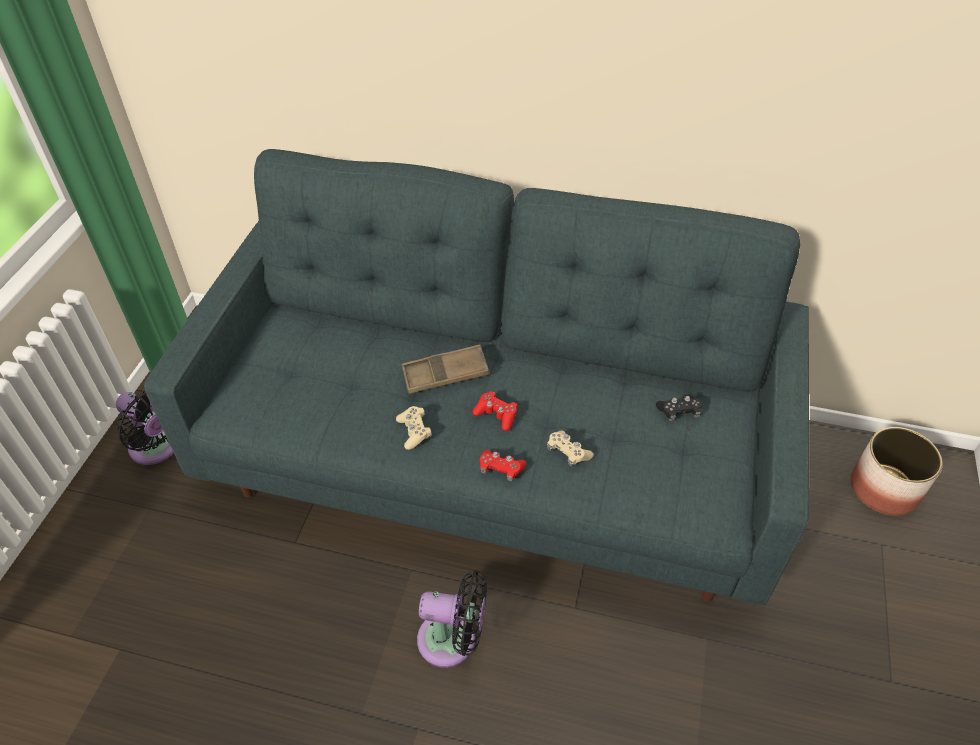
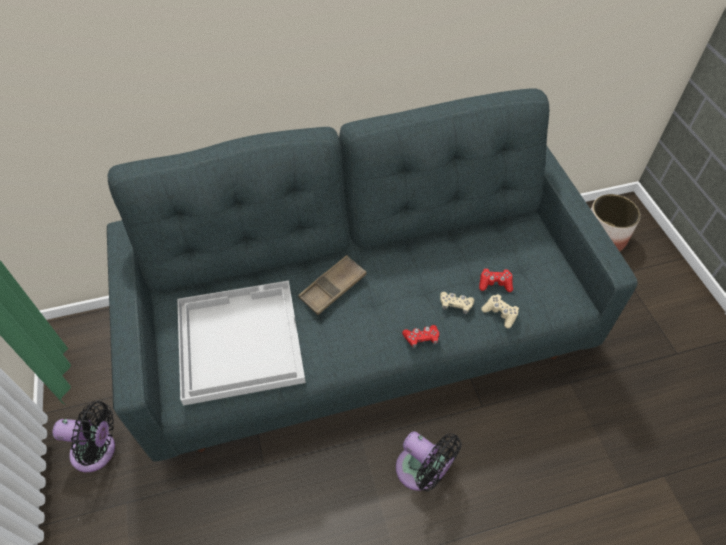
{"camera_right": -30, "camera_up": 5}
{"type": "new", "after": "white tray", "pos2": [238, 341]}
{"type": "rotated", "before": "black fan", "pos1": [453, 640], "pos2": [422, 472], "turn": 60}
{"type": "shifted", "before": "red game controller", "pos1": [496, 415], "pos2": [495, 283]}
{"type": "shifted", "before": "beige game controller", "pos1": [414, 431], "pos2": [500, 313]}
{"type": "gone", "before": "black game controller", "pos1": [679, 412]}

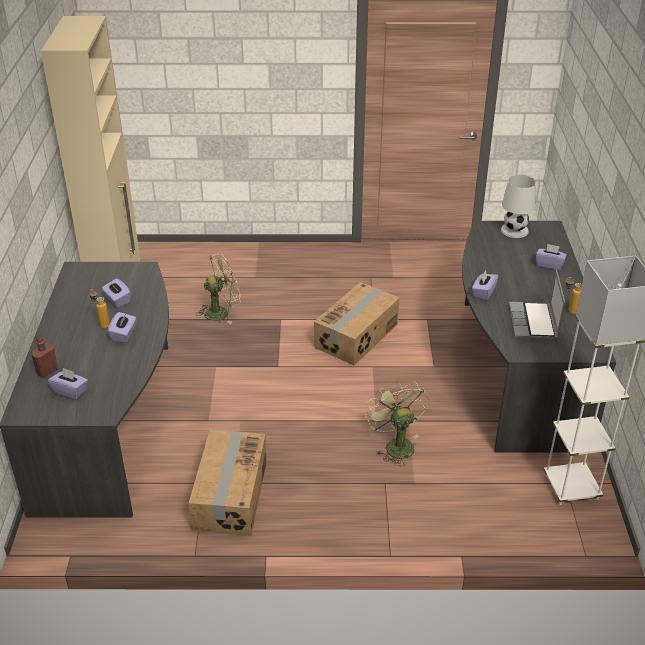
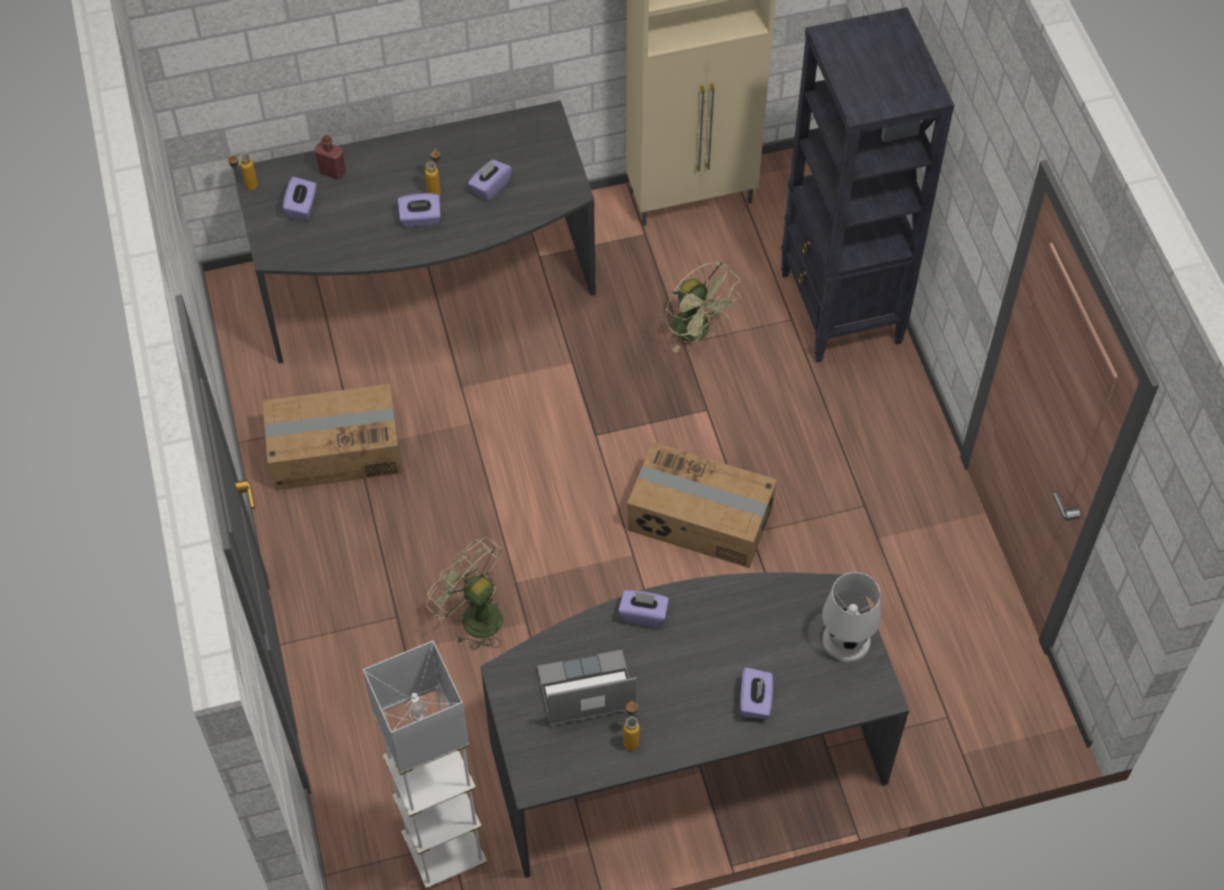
{"camera_right": 75, "camera_up": 20}
{"type": "new", "after": "bottle", "pos2": [246, 188]}
{"type": "rotated", "before": "green fan", "pos1": [395, 444], "pos2": [473, 615], "turn": -105}
{"type": "new", "after": "black bookcase", "pos2": [840, 309]}

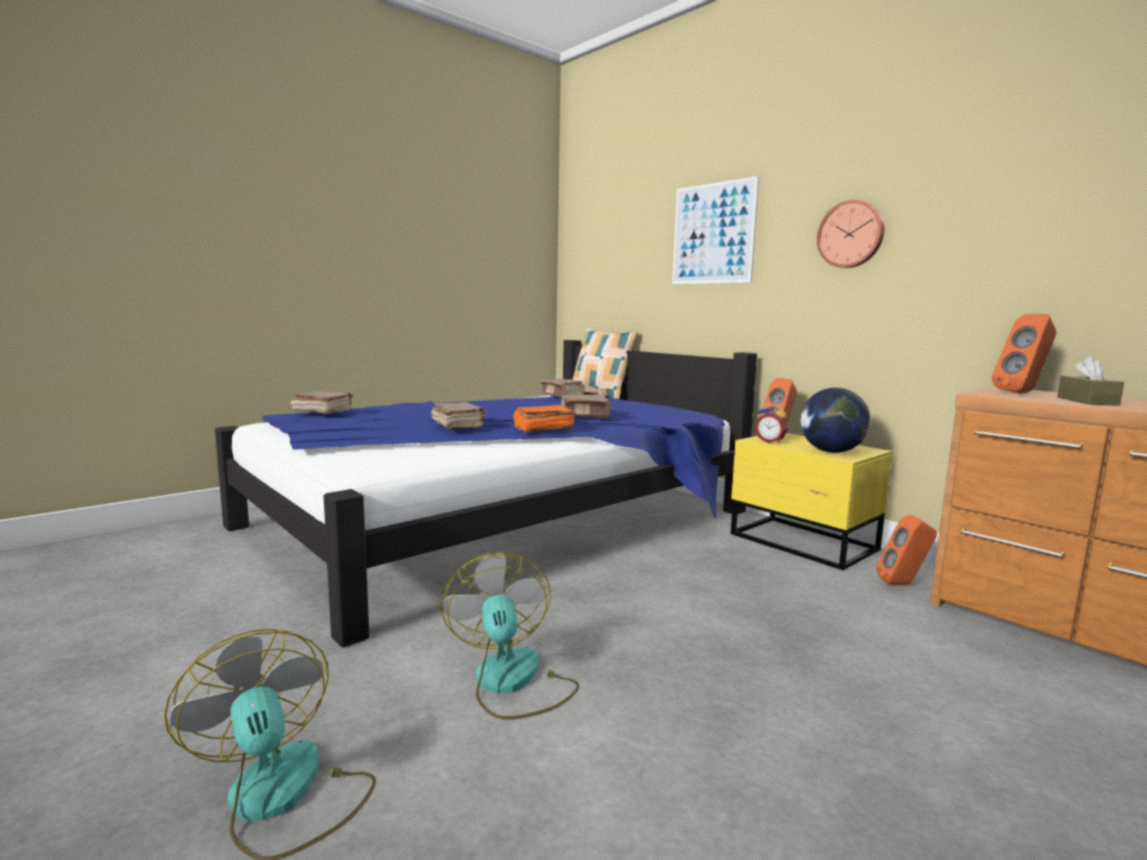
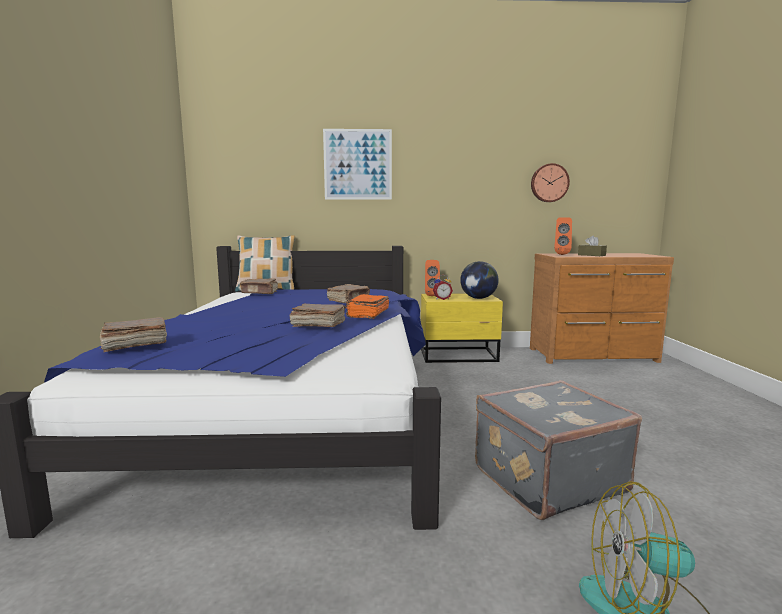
{"camera_right": -50, "camera_up": 0}
{"type": "swapped", "before": "fan", "after": "grey suitcase", "pos1": [512, 683], "pos2": [546, 478]}
{"type": "shifted", "before": "wall clock", "pos1": [851, 234], "pos2": [549, 183]}
{"type": "gone", "before": "orange speaker", "pos1": [903, 584]}

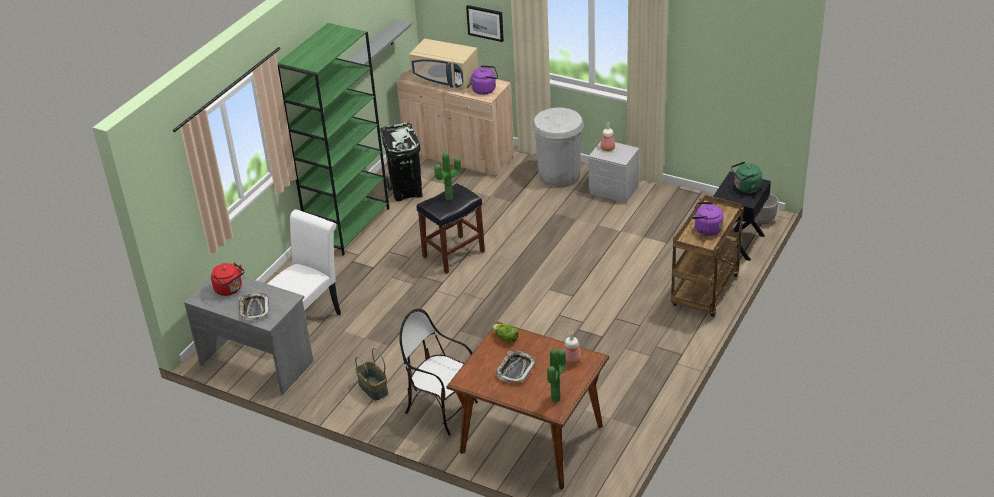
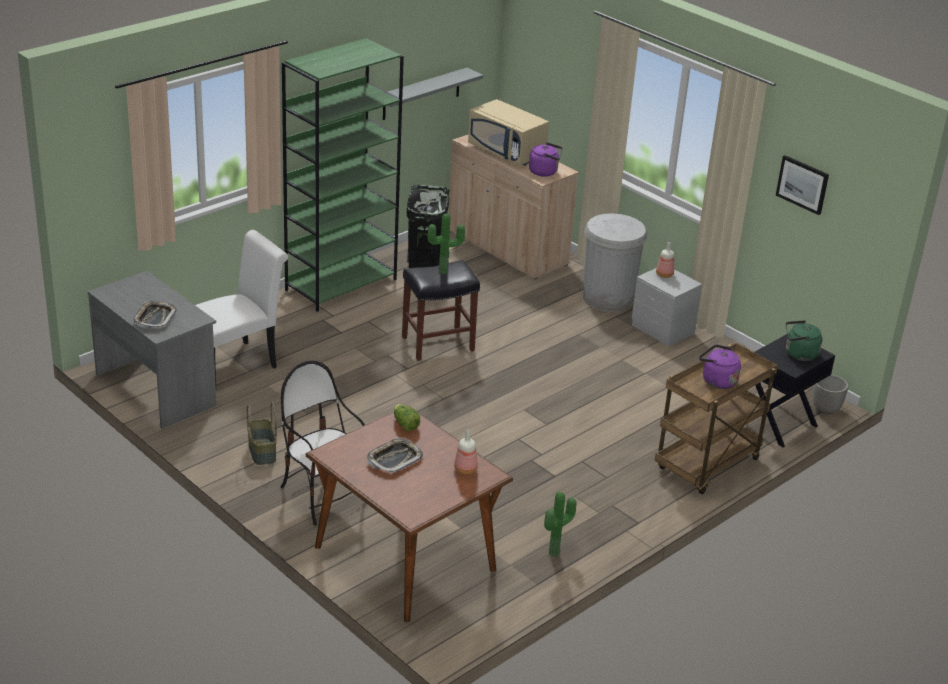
{"camera_right": 15, "camera_up": -5}
{"type": "shifted", "before": "potted plant", "pos1": [557, 399], "pos2": [555, 554]}
{"type": "shifted", "before": "picture", "pos1": [485, 22], "pos2": [802, 184]}
{"type": "gone", "before": "red kettle", "pos1": [230, 289]}

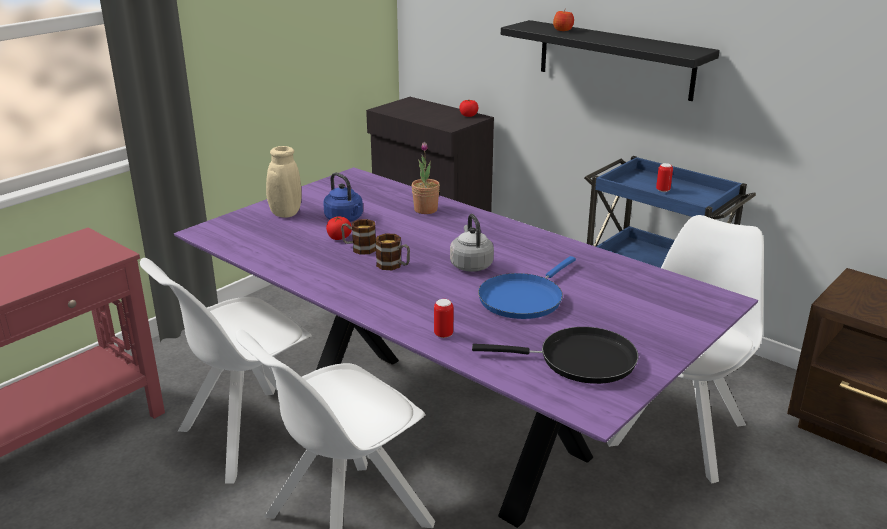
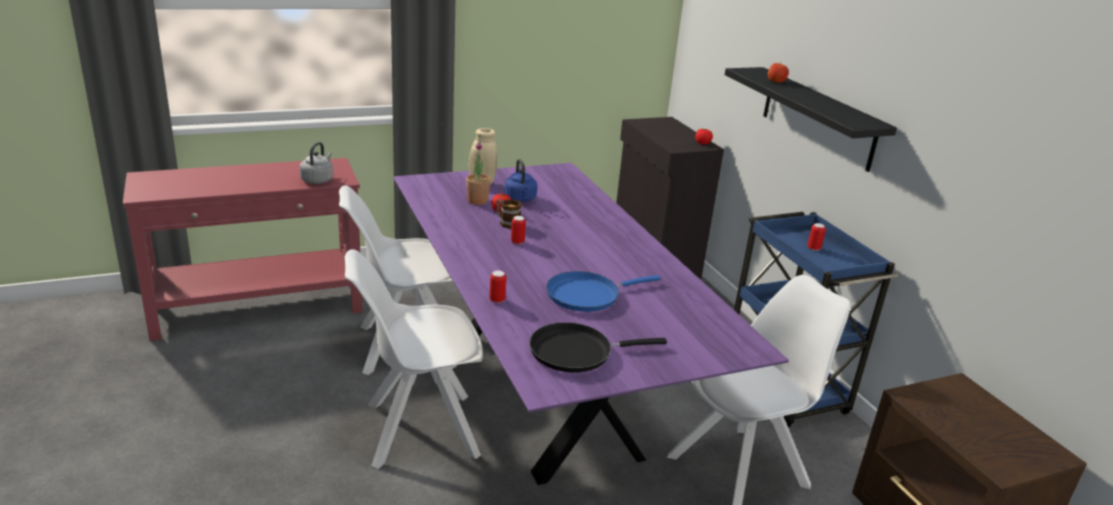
{"camera_right": 25, "camera_up": 0}
{"type": "shifted", "before": "grey kettle", "pos1": [470, 264], "pos2": [318, 180]}
{"type": "shifted", "before": "potted plant", "pos1": [425, 210], "pos2": [477, 201]}
{"type": "swapped", "before": "mug", "after": "can", "pos1": [393, 266], "pos2": [517, 242]}
{"type": "rotated", "before": "black frying pan", "pos1": [580, 360], "pos2": [576, 352], "turn": 135}

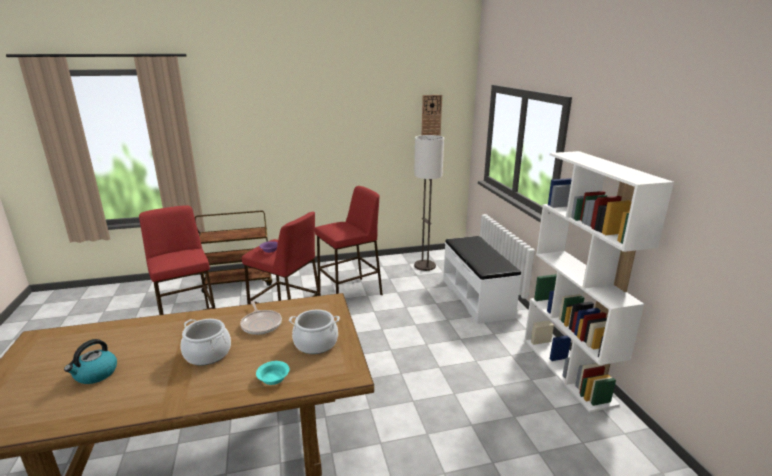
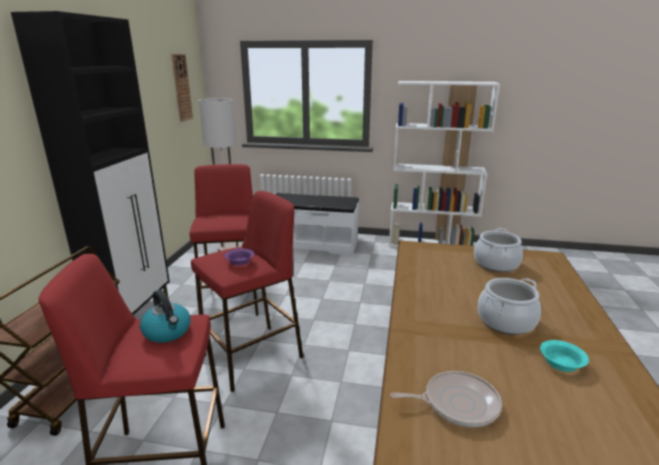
{"camera_right": -65, "camera_up": 0}
{"type": "new", "after": "black cabinet", "pos2": [135, 314]}
{"type": "shifted", "before": "kettle", "pos1": [95, 374], "pos2": [168, 332]}
{"type": "shifted", "before": "frying pan", "pos1": [261, 324], "pos2": [457, 403]}
{"type": "shifted", "before": "turquoise bowl", "pos1": [272, 379], "pos2": [562, 364]}

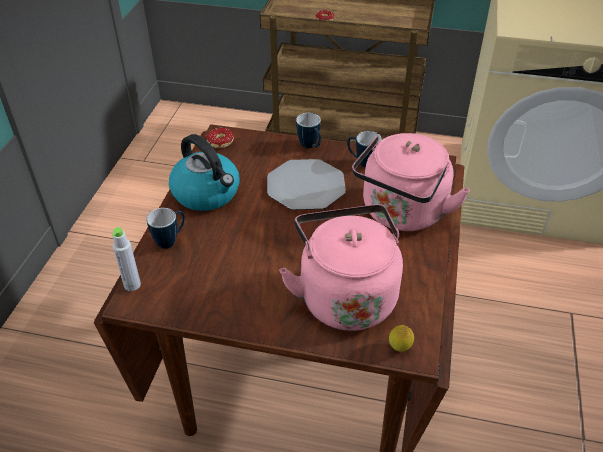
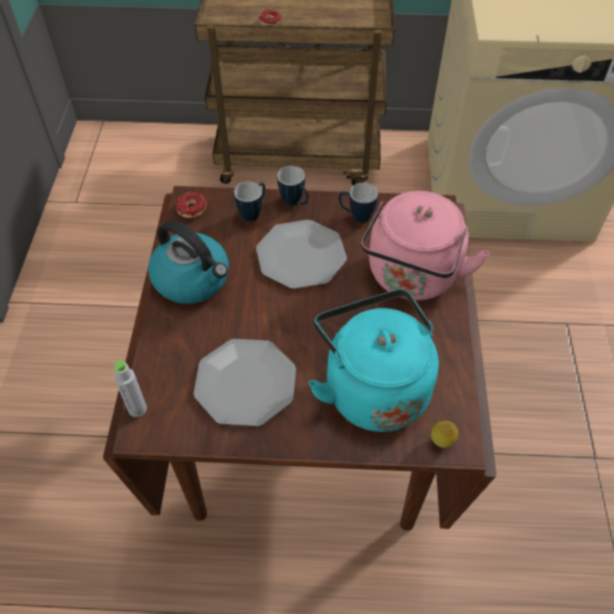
{"camera_right": -10, "camera_up": 10}
{"type": "new", "after": "plate", "pos2": [246, 383]}
{"type": "shifted", "before": "mug", "pos1": [171, 240], "pos2": [253, 213]}
{"type": "repainted", "before": "pink kettle", "after": "turquoise kettle", "pos1": [345, 295], "pos2": [372, 387]}

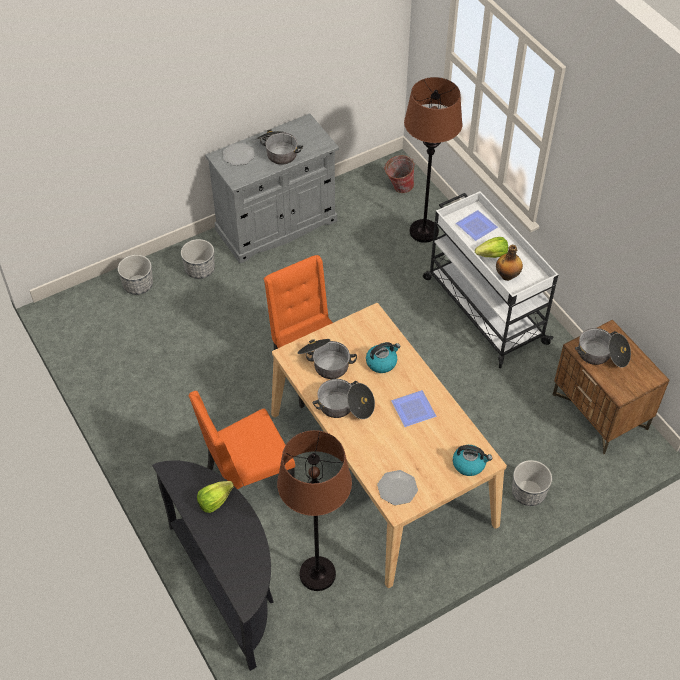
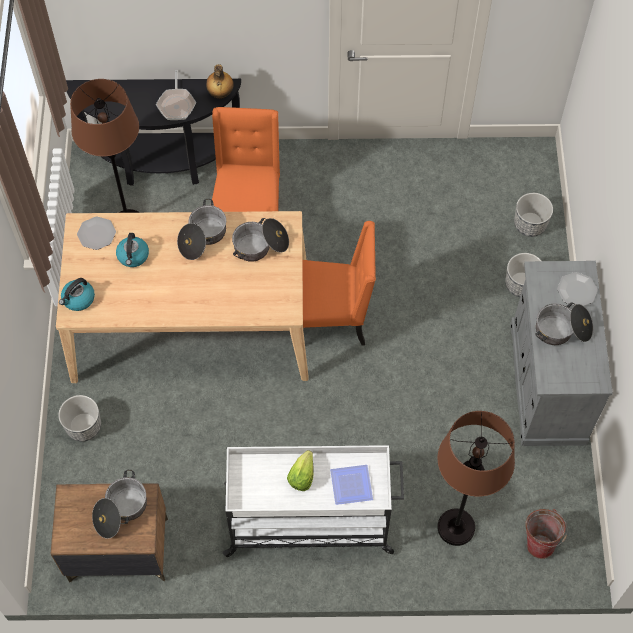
{"camera_right": 120, "camera_up": 10}
{"type": "shifted", "before": "kettle", "pos1": [381, 362], "pos2": [133, 256]}
{"type": "swapped", "before": "lettuce", "after": "frying pan", "pos1": [214, 501], "pos2": [176, 104]}
{"type": "shifted", "before": "bottle", "pos1": [507, 276], "pos2": [220, 94]}
{"type": "gone", "before": "plate", "pos1": [415, 410]}

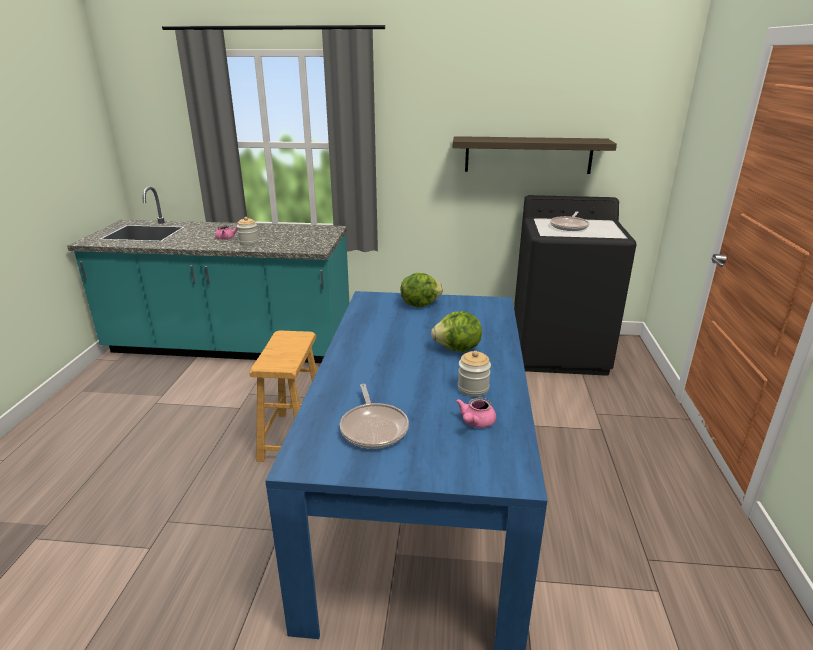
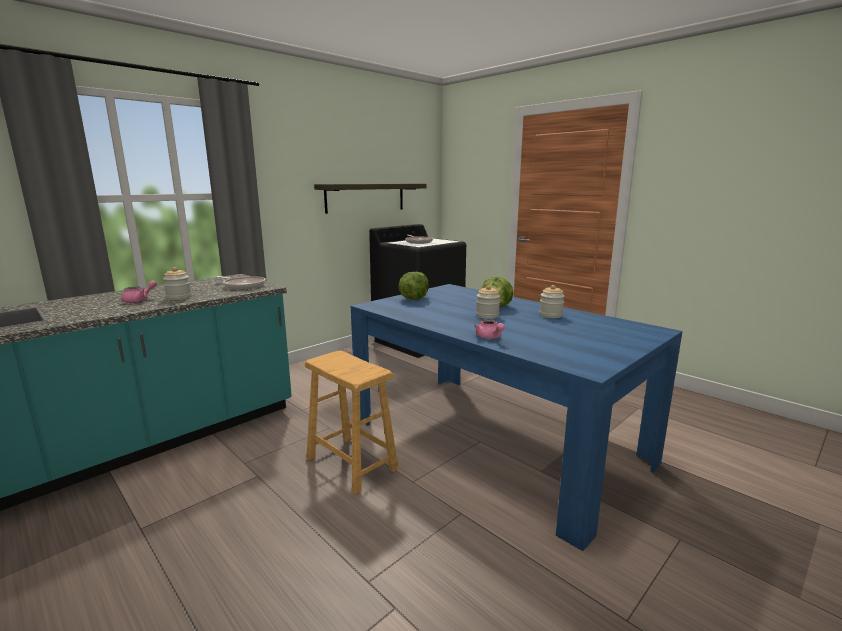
{"camera_right": -50, "camera_up": -10}
{"type": "shifted", "before": "frying pan", "pos1": [374, 428], "pos2": [243, 286]}
{"type": "shifted", "before": "pink teapot", "pos1": [475, 423], "pos2": [489, 337]}
{"type": "new", "after": "jar", "pos2": [487, 316]}

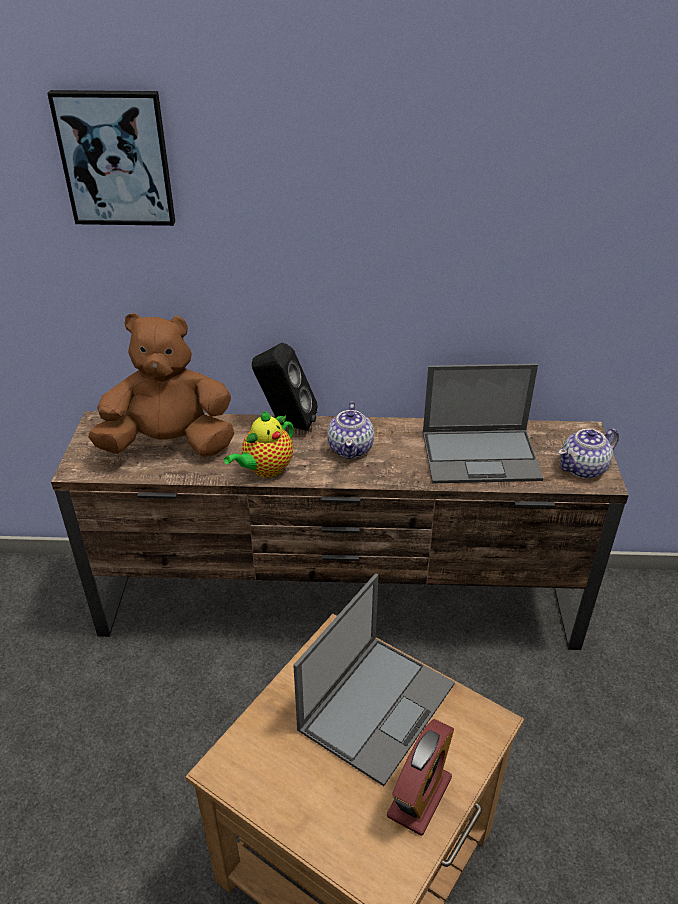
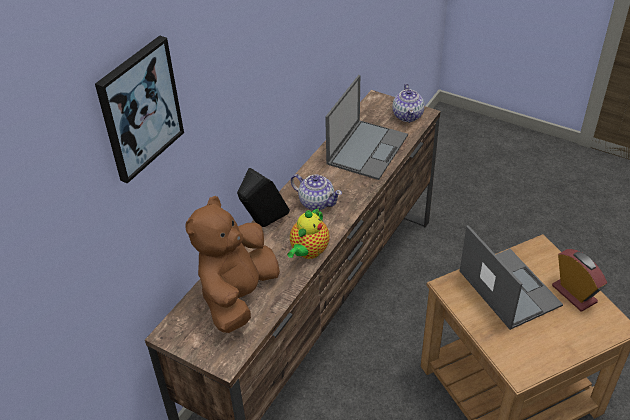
{"camera_right": -60, "camera_up": 5}
{"type": "rotated", "before": "teapot", "pos1": [265, 470], "pos2": [308, 252], "turn": 45}

